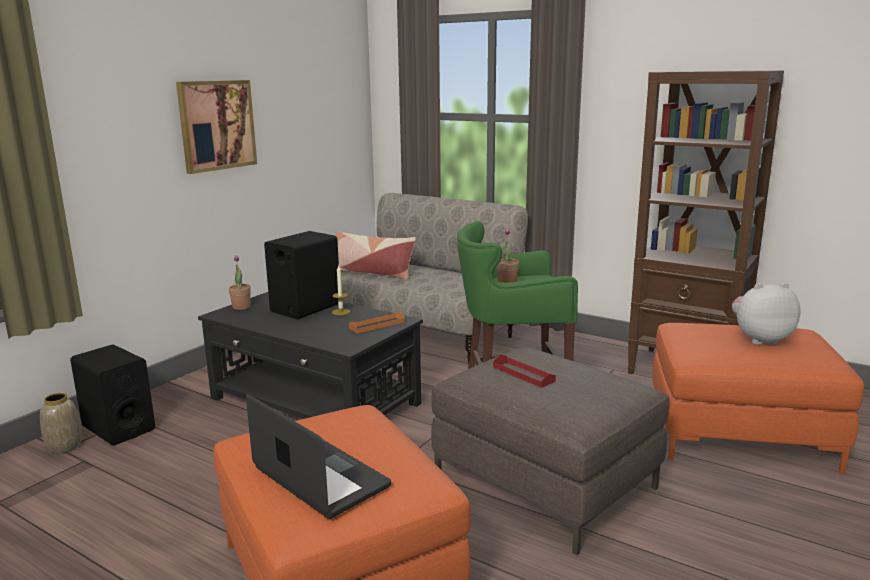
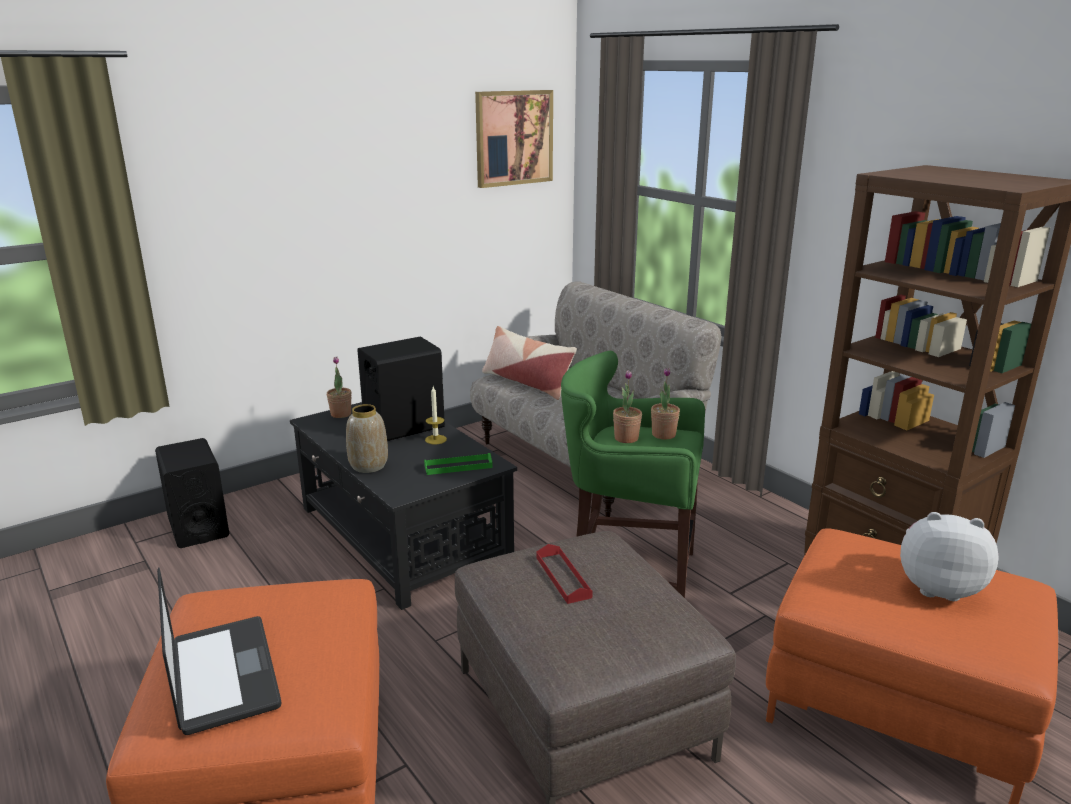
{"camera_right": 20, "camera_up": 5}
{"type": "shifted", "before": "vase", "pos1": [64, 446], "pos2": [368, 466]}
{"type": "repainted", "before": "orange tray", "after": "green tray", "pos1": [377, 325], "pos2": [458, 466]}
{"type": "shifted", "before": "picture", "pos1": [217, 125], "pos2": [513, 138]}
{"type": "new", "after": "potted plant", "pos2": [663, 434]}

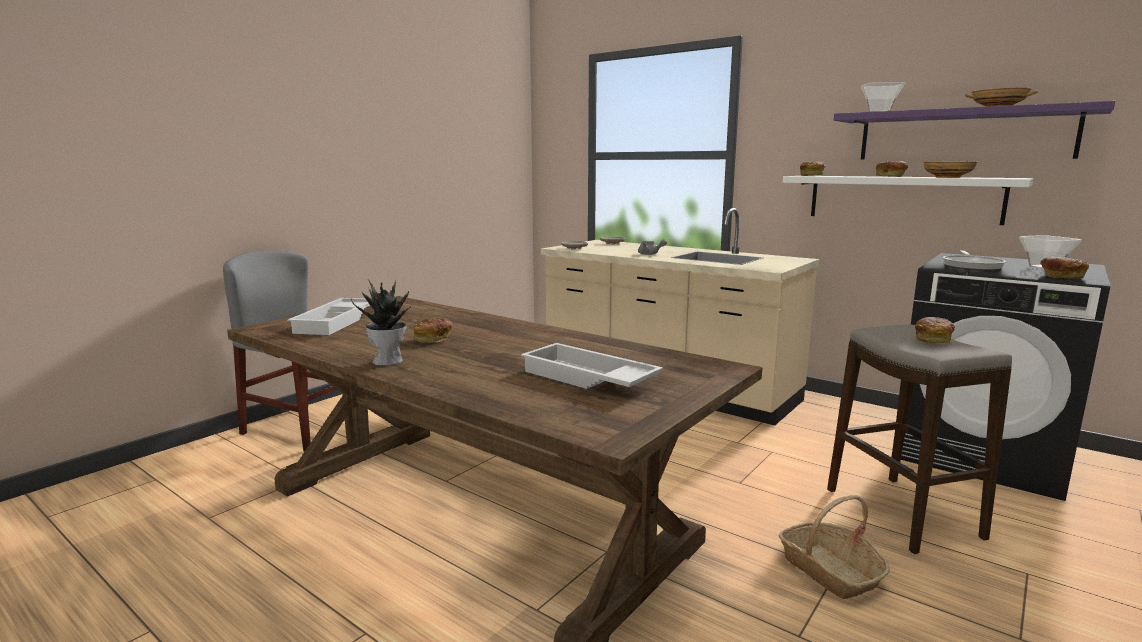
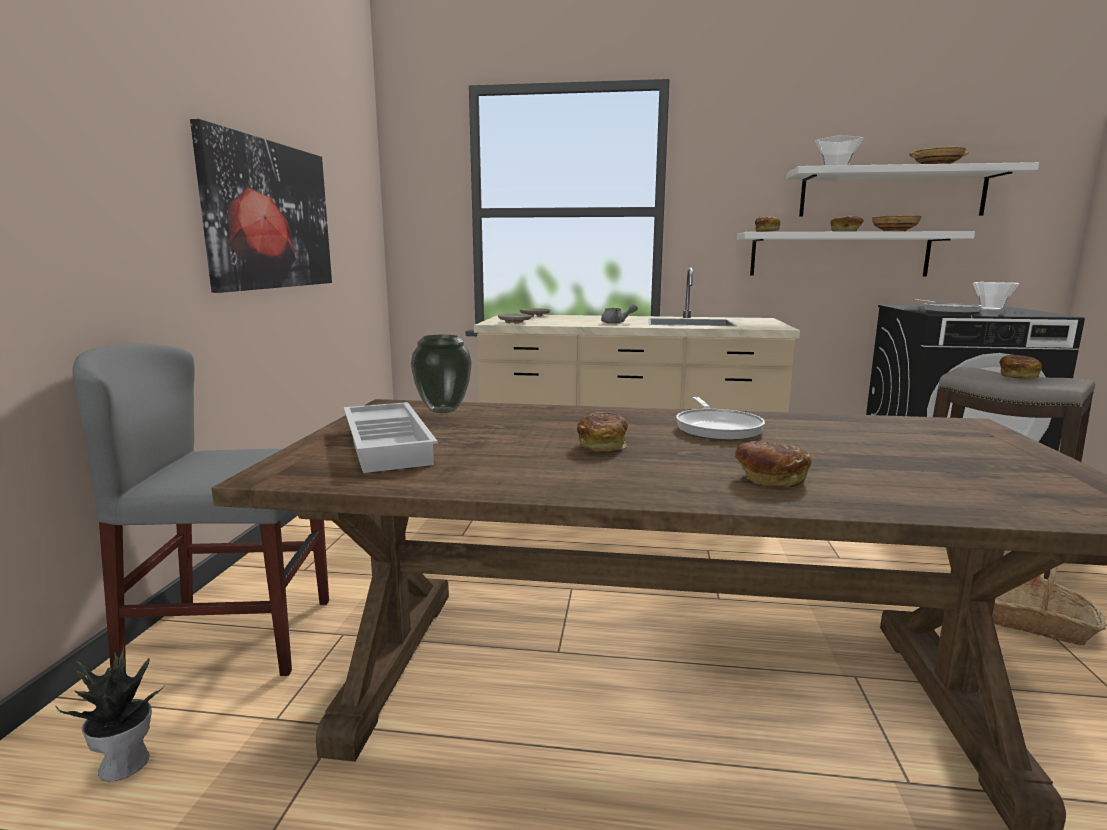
{"camera_right": -30, "camera_up": 0}
{"type": "shifted", "before": "potted plant", "pos1": [389, 361], "pos2": [126, 763]}
{"type": "new", "after": "picture", "pos2": [269, 215]}
{"type": "new", "after": "vase", "pos2": [442, 410]}
{"type": "new", "after": "frying pan", "pos2": [717, 428]}
{"type": "shifted", "before": "bread", "pos1": [1060, 276], "pos2": [769, 479]}
{"type": "repainted", "before": "purple shelf", "after": "white shelf", "pos1": [963, 135], "pos2": [891, 193]}
{"type": "gone", "before": "white tray", "pos1": [587, 378]}

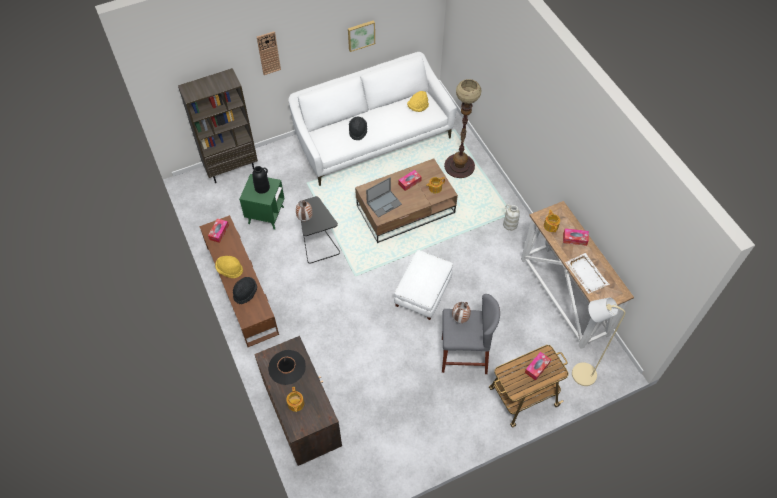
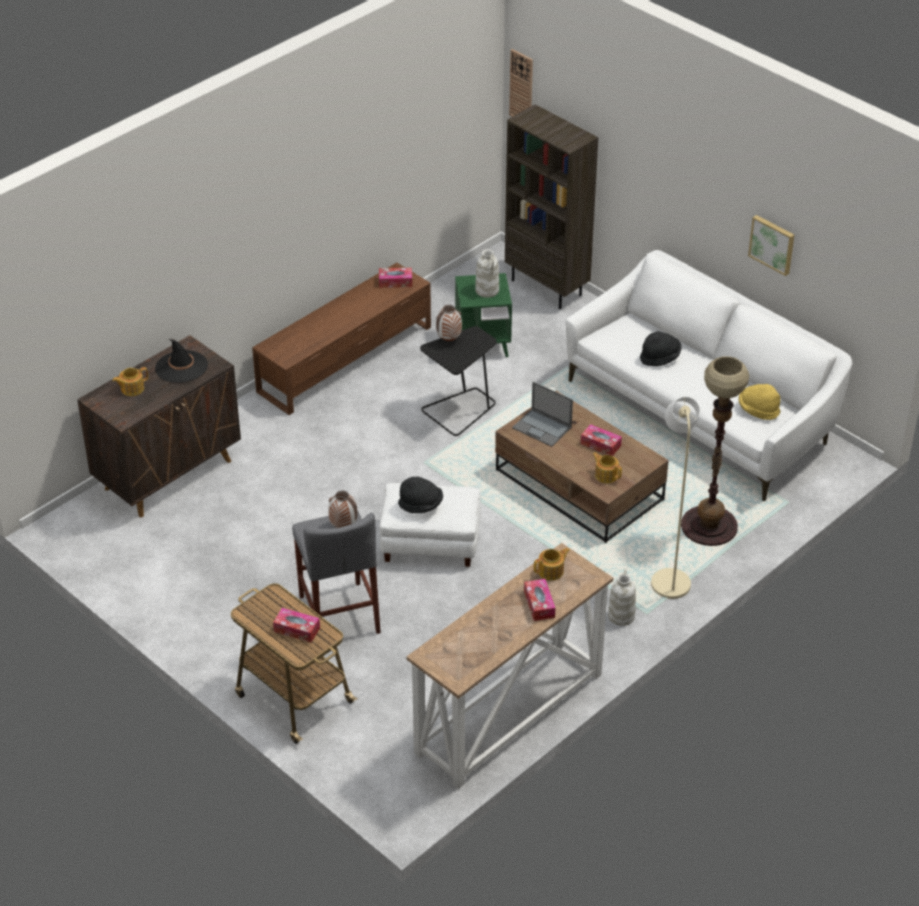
{"camera_right": 70, "camera_up": -15}
{"type": "shifted", "before": "black hat", "pos1": [245, 293], "pos2": [421, 505]}
{"type": "repainted", "before": "black vase", "after": "white vase", "pos1": [262, 187], "pos2": [487, 290]}
{"type": "shifted", "before": "wall clock", "pos1": [268, 53], "pos2": [521, 87]}
{"type": "shifted", "before": "beige floor lamp", "pos1": [579, 373], "pos2": [669, 578]}
{"type": "gone", "before": "yellow hat", "pos1": [230, 269]}
{"type": "gone", "before": "white tray", "pos1": [586, 273]}

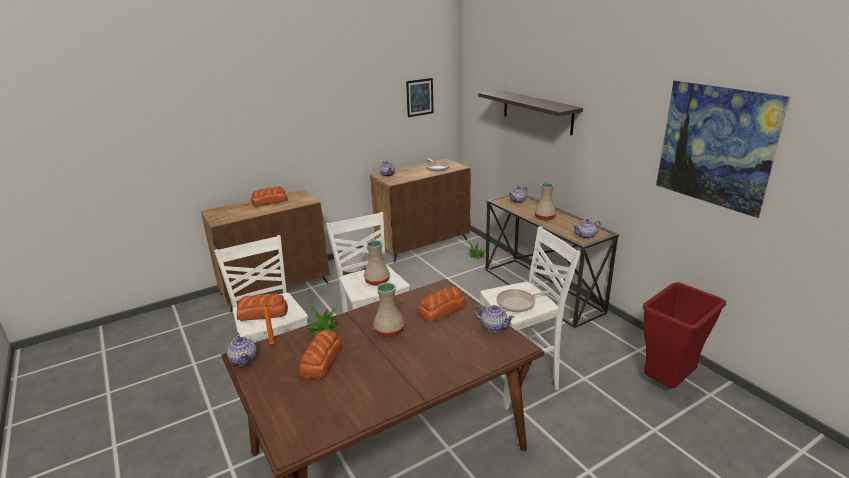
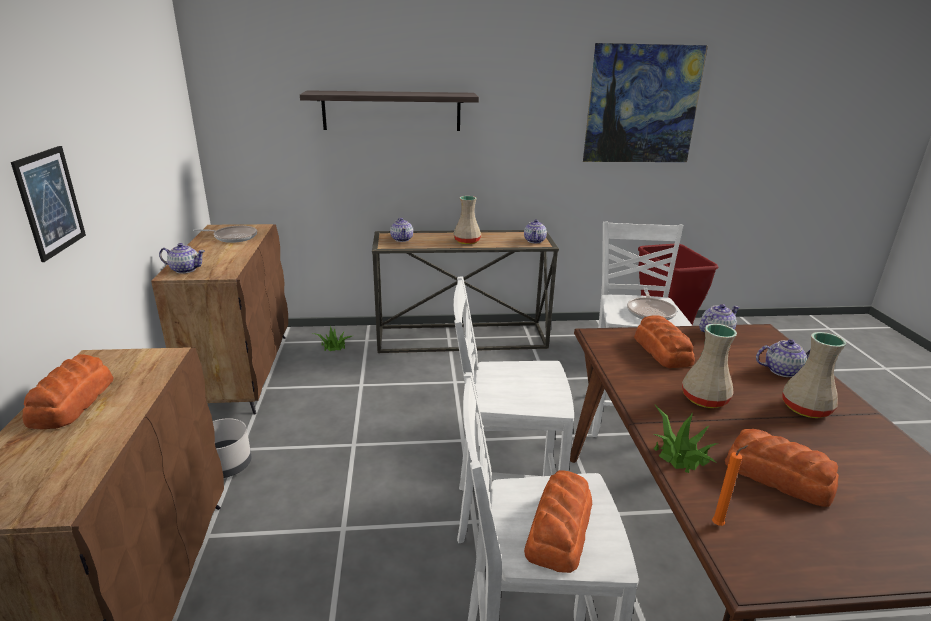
{"camera_right": -65, "camera_up": 0}
{"type": "shifted", "before": "picture", "pos1": [419, 97], "pos2": [50, 202]}
{"type": "shifted", "before": "teapot", "pos1": [244, 359], "pos2": [781, 370]}
{"type": "shifted", "before": "beige vase", "pos1": [376, 281], "pos2": [805, 409]}

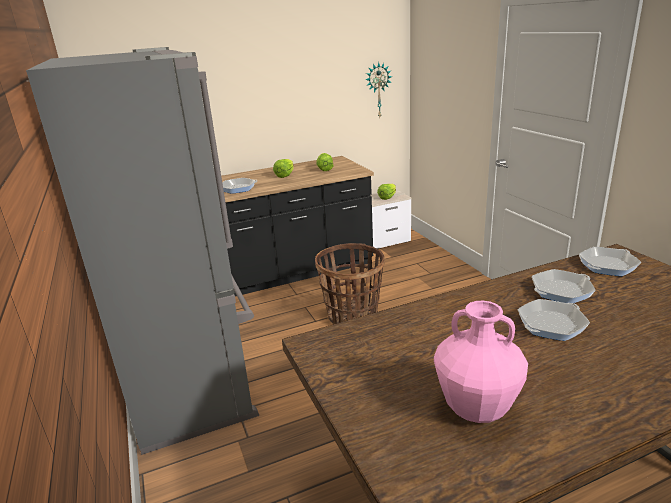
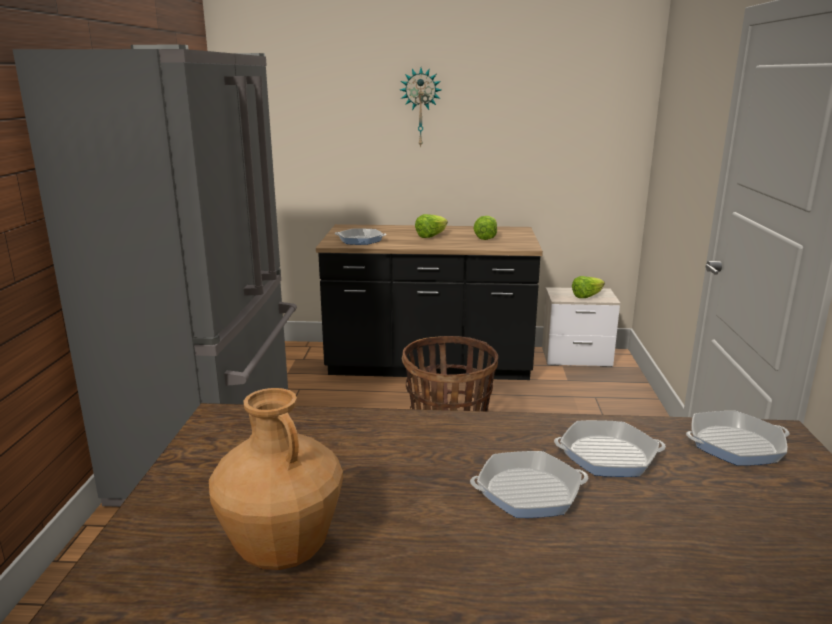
{"camera_right": 25, "camera_up": -5}
{"type": "repainted", "before": "pink vase", "after": "brown vase", "pos1": [475, 409], "pos2": [282, 551]}
{"type": "shifted", "before": "wall clock", "pos1": [378, 90], "pos2": [420, 107]}

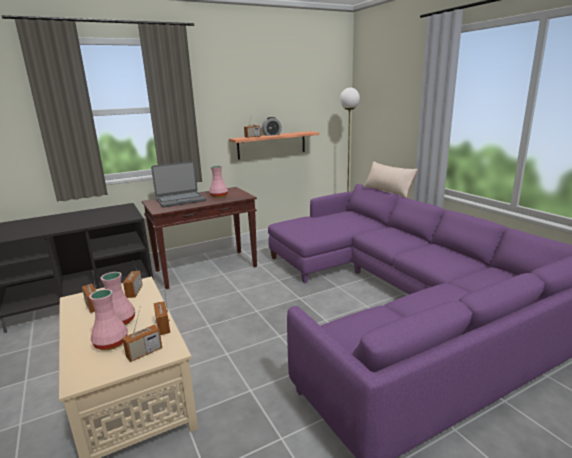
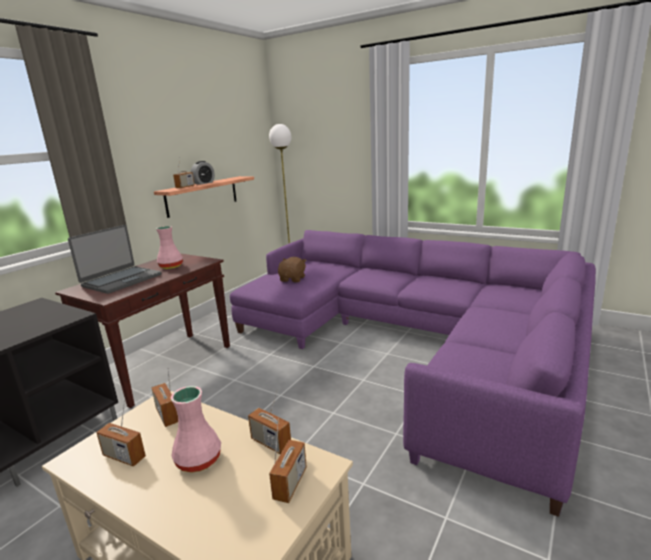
{"camera_right": -30, "camera_up": 0}
{"type": "new", "after": "brown plush toy", "pos2": [293, 279]}
{"type": "gone", "before": "pink vase", "pos1": [112, 343]}
{"type": "gone", "before": "beige pillow", "pos1": [388, 191]}

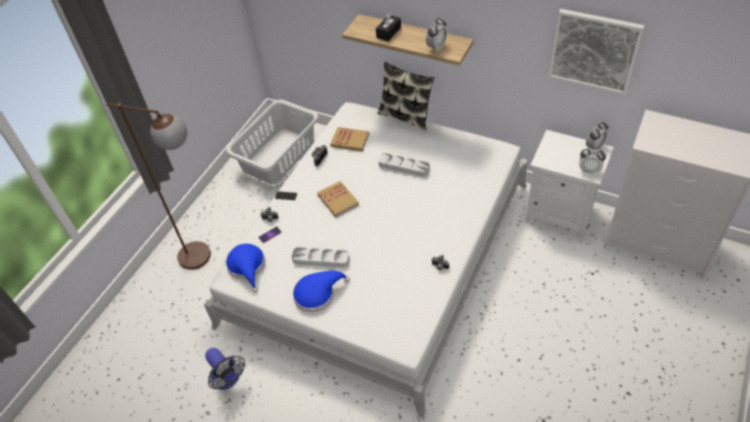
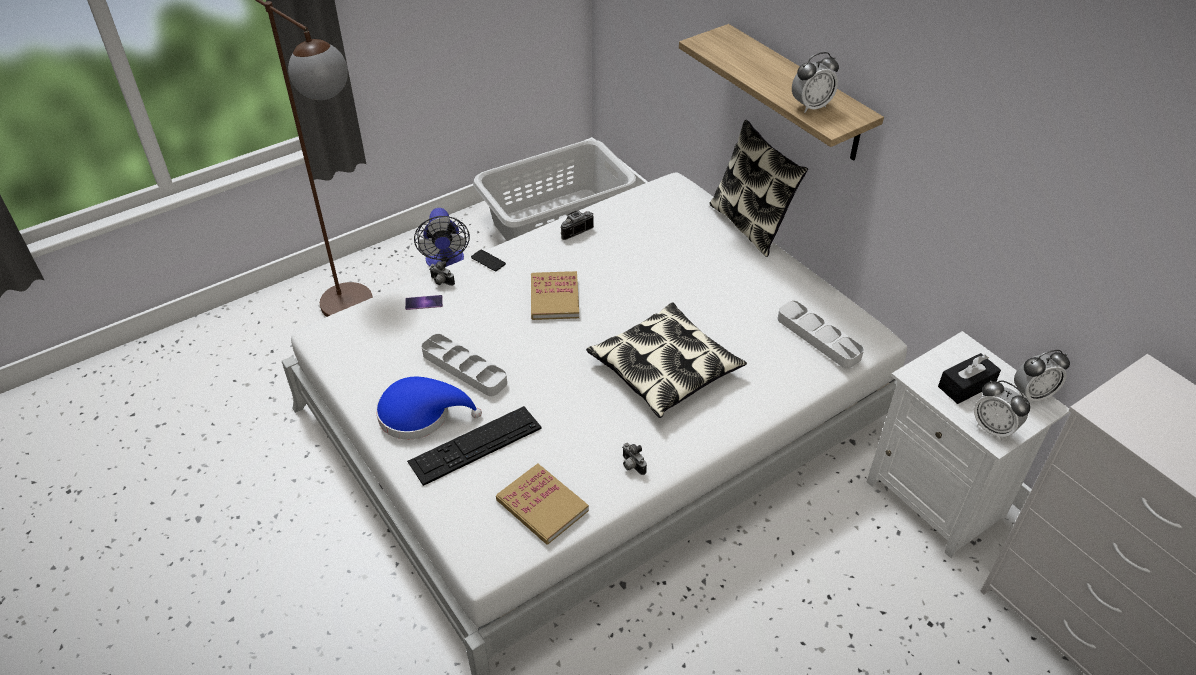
{"camera_right": 25, "camera_up": -5}
{"type": "new", "after": "keyboard", "pos2": [475, 444]}
{"type": "shifted", "before": "fan", "pos1": [228, 380], "pos2": [445, 262]}
{"type": "shifted", "before": "book", "pos1": [350, 140], "pos2": [542, 506]}
{"type": "new", "after": "pillow", "pos2": [665, 369]}
{"type": "shifted", "before": "grey tray", "pos1": [404, 167], "pos2": [818, 338]}
{"type": "shifted", "before": "black tissue box", "pos1": [388, 32], "pos2": [966, 386]}
{"type": "gone", "before": "blue hat", "pos1": [247, 267]}
{"type": "gone", "before": "picture", "pos1": [594, 51]}

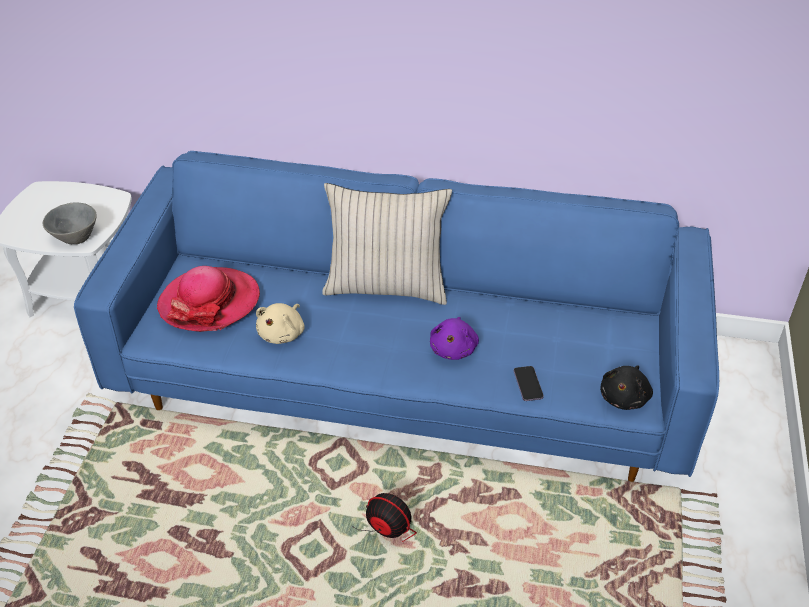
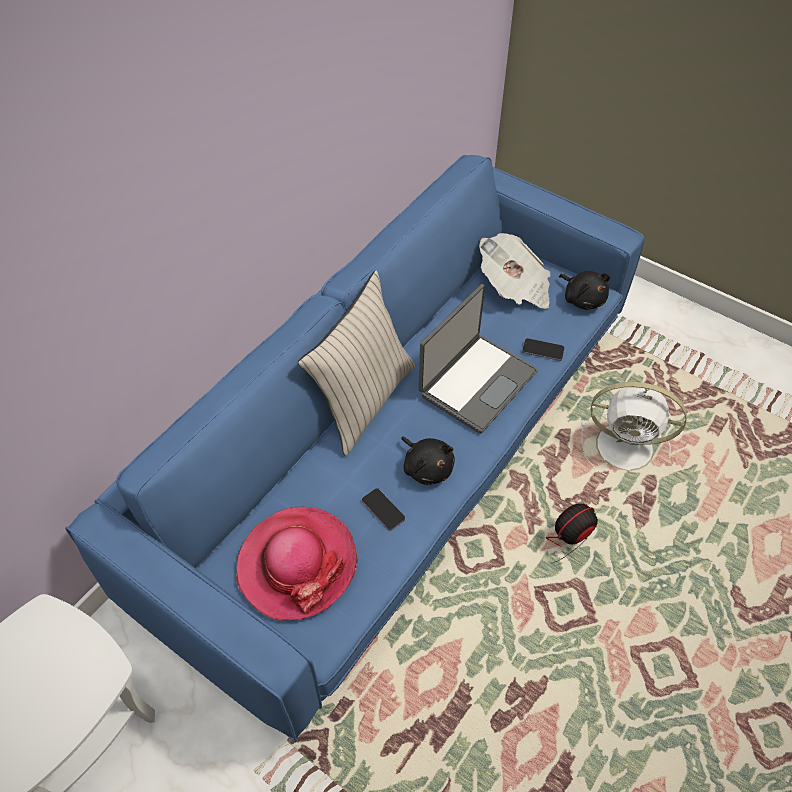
{"camera_right": -65, "camera_up": 10}
{"type": "swapped", "before": "beige plush toy", "after": "phone", "pos1": [283, 333], "pos2": [383, 510]}
{"type": "new", "after": "black plush toy", "pos2": [427, 467]}
{"type": "swapped", "before": "purple plush toy", "after": "laptop", "pos1": [454, 348], "pos2": [476, 382]}
{"type": "new", "after": "newspaper", "pos2": [514, 287]}
{"type": "new", "after": "white fan", "pos2": [627, 447]}
{"type": "gone", "before": "grey bowl", "pos1": [75, 236]}

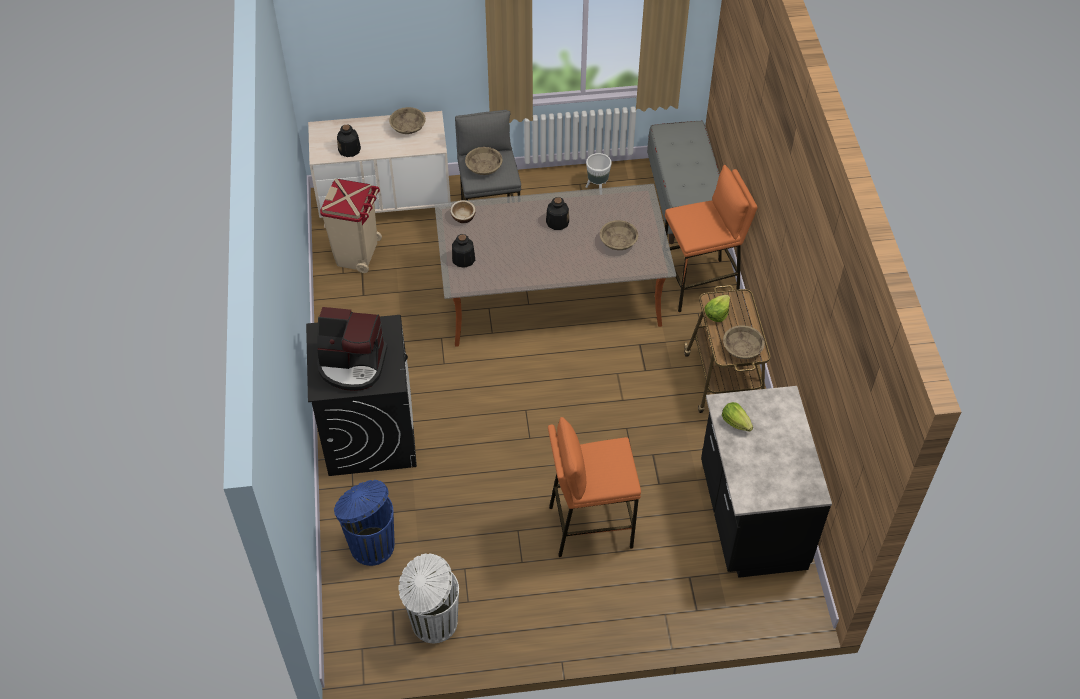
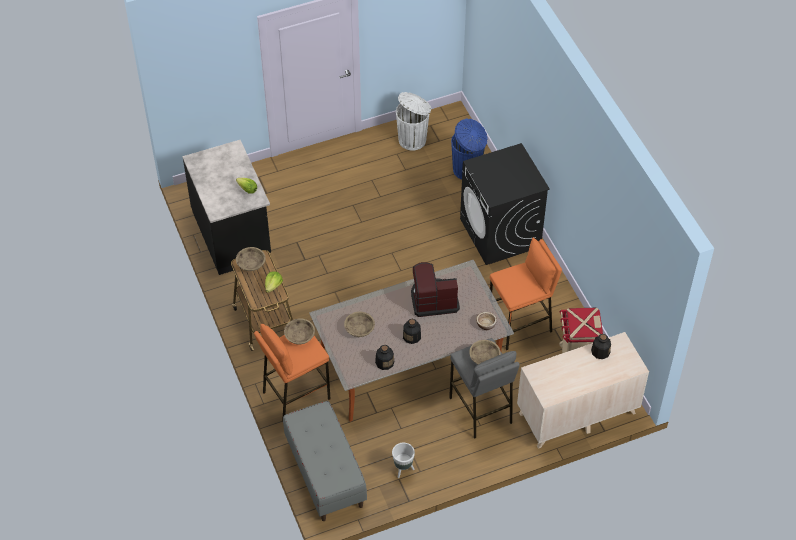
{"camera_right": 165, "camera_up": 0}
{"type": "shifted", "before": "beige bowl", "pos1": [408, 128], "pos2": [299, 336]}
{"type": "shifted", "before": "bottle", "pos1": [463, 259], "pos2": [384, 362]}
{"type": "shifted", "before": "coffee machine", "pos1": [352, 365], "pos2": [433, 300]}
{"type": "shifted", "before": "orange stool", "pos1": [590, 526], "pos2": [520, 325]}

